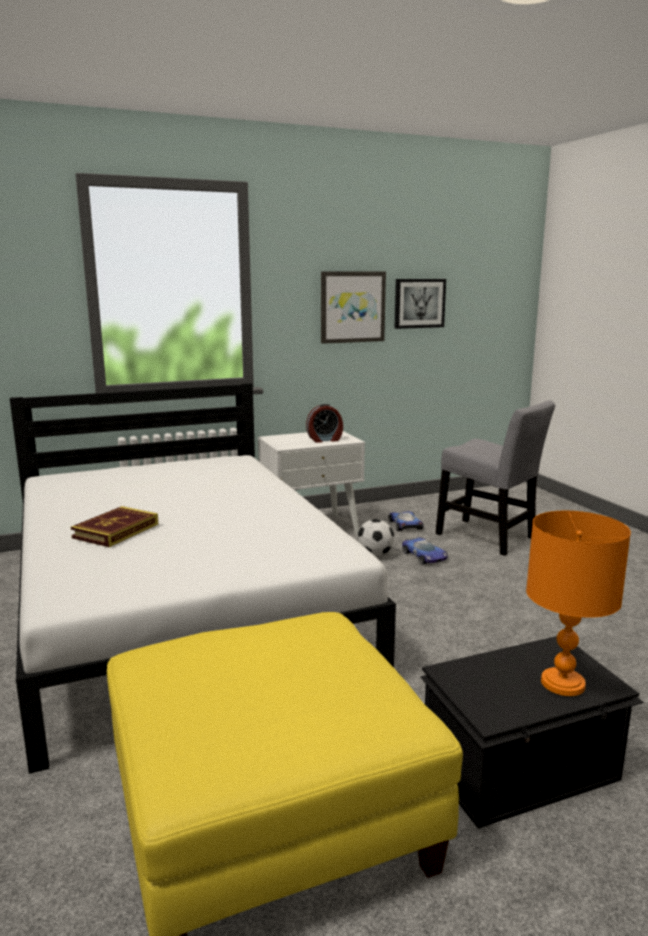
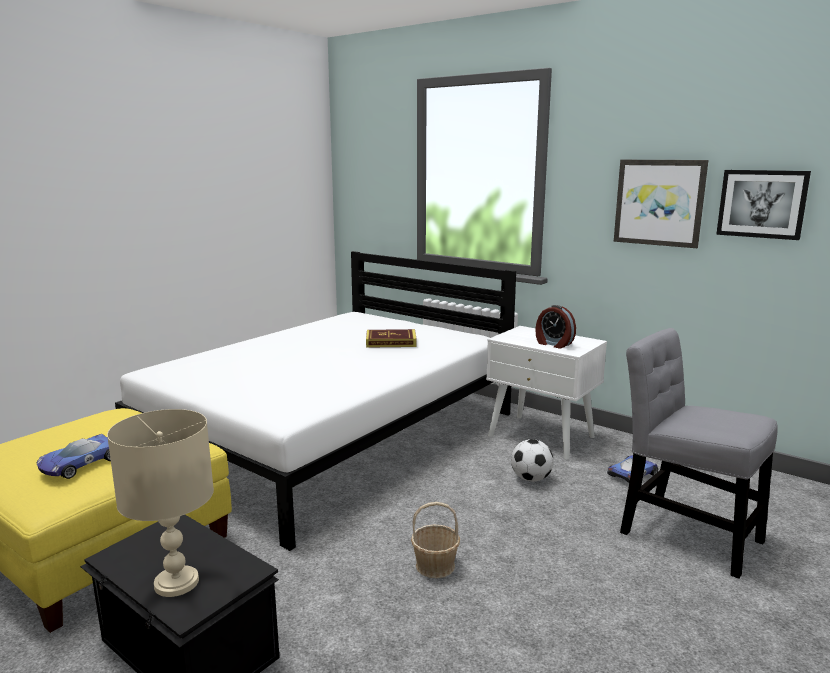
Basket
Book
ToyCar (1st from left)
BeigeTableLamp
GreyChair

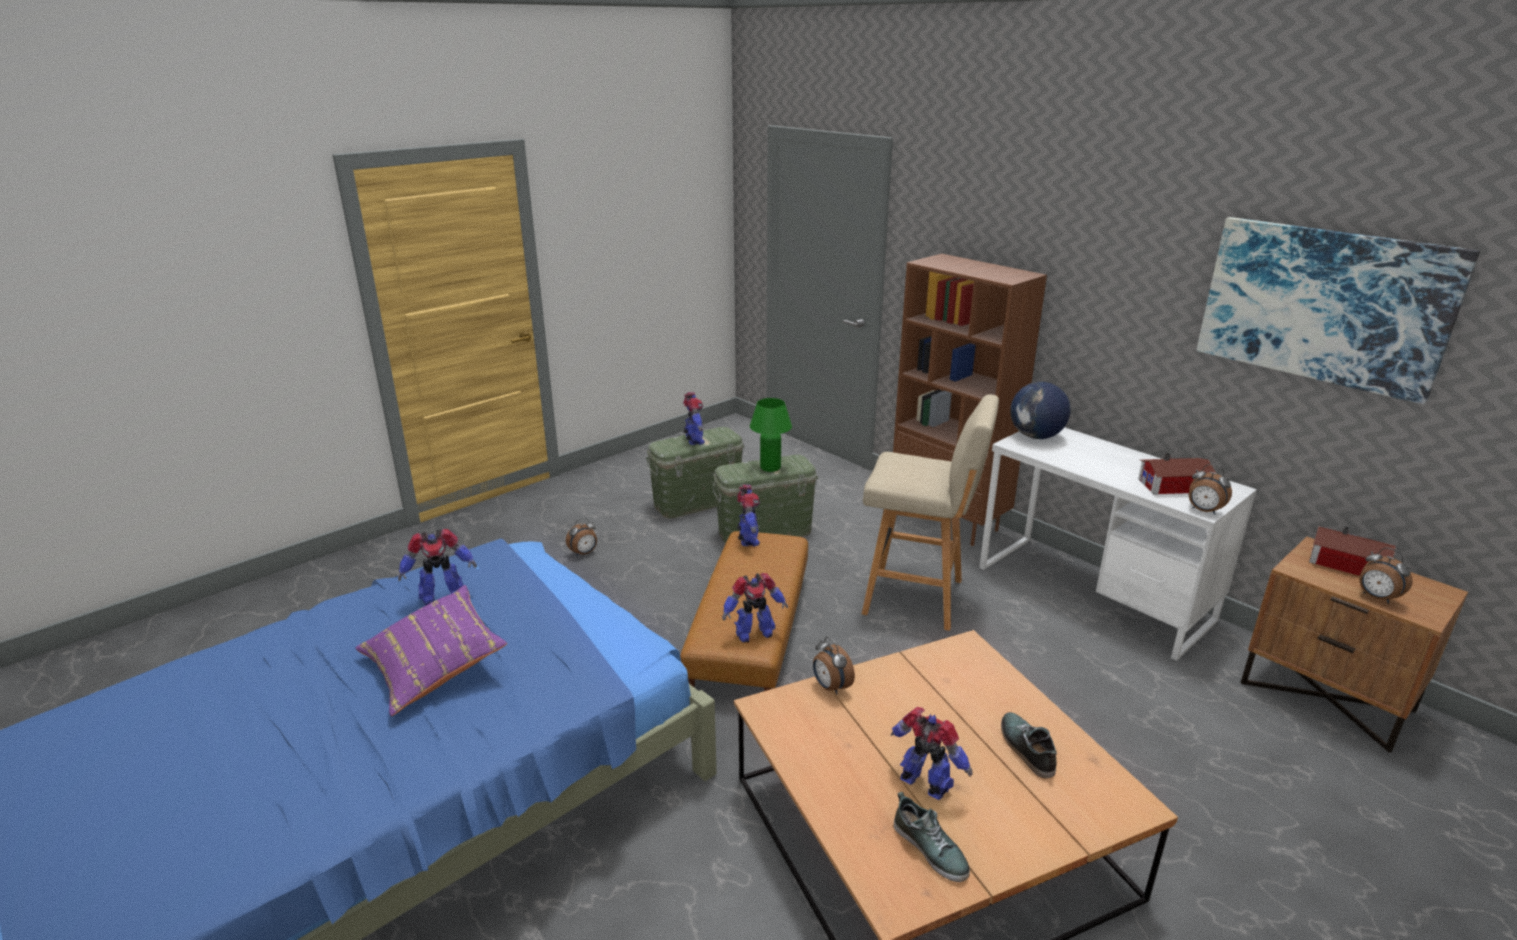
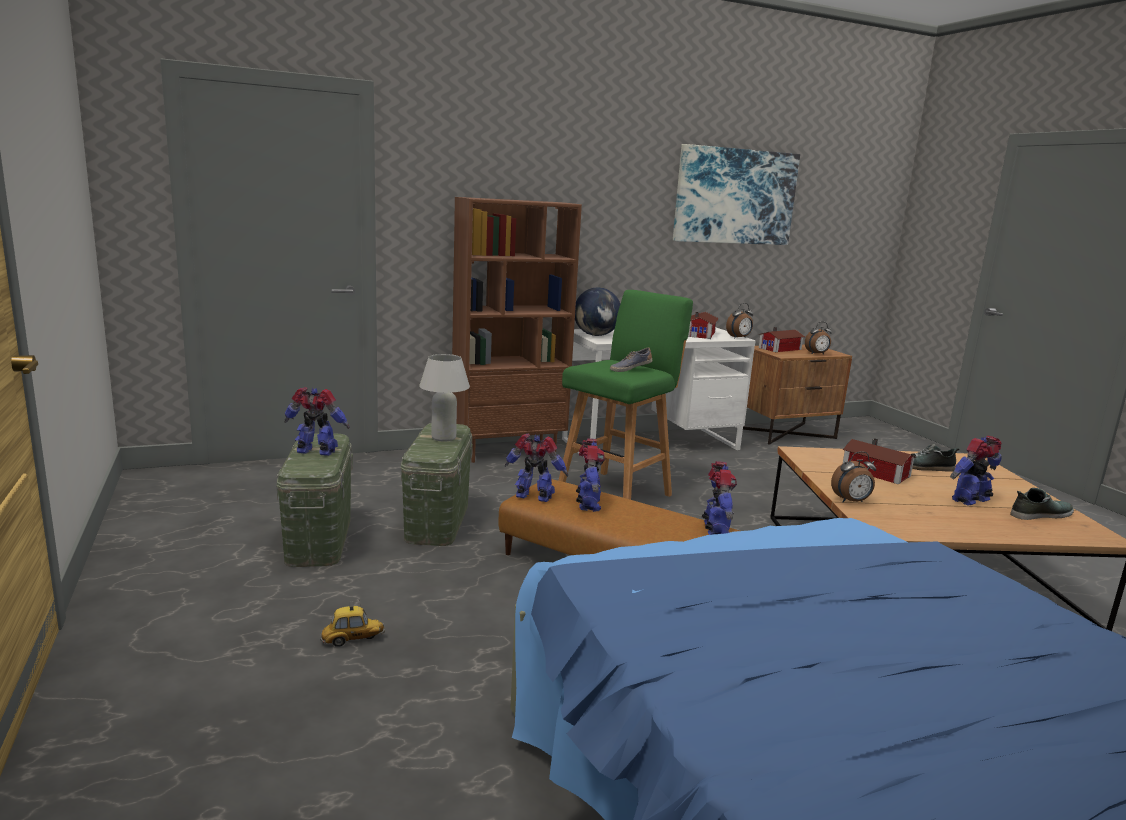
PurplePillow
Shoe (1st from left)
ToyHouse (3rd from left)
ToyRobot (3rd from left)
ToyCar
WhiteTableLamp
GreenStool

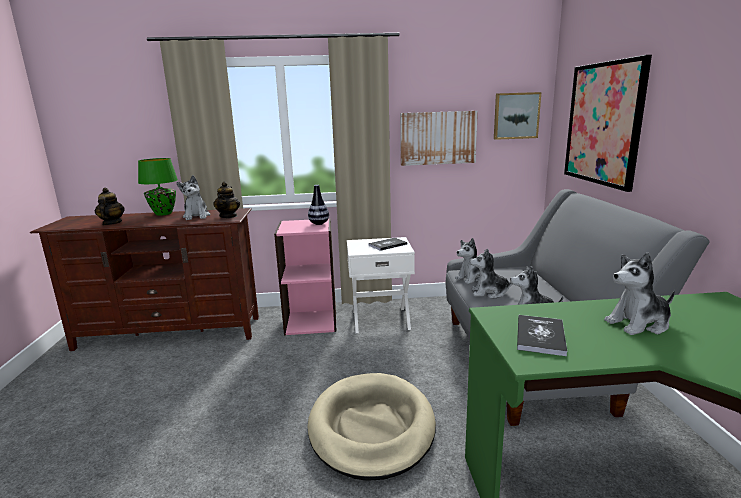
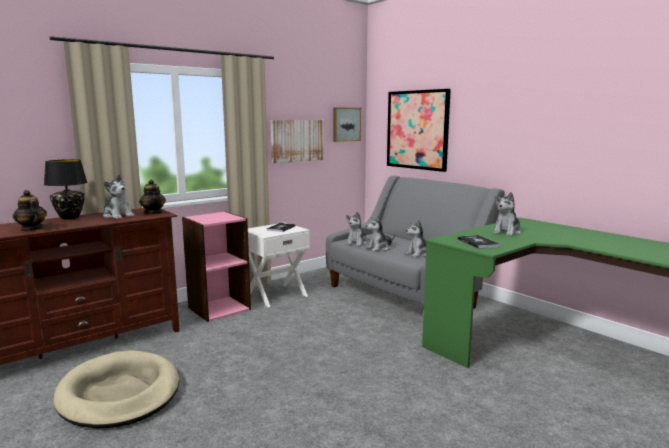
Vase
BeigeDogBed
BlackTableLamp

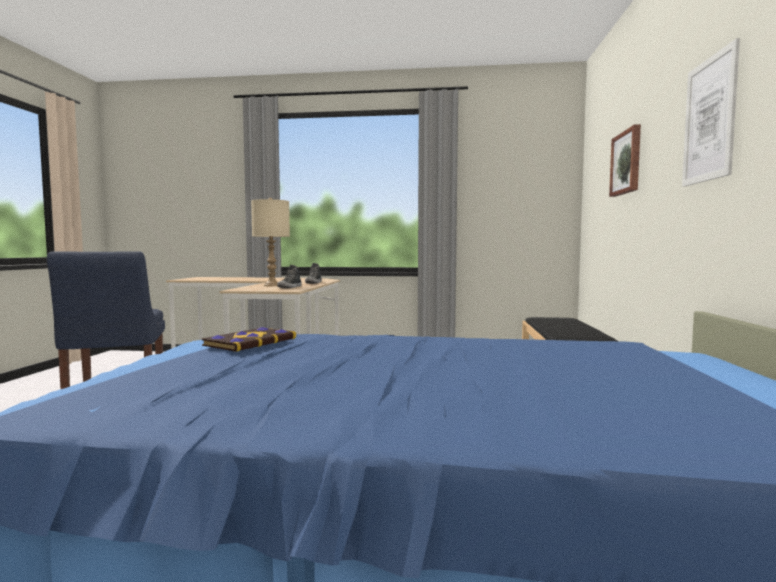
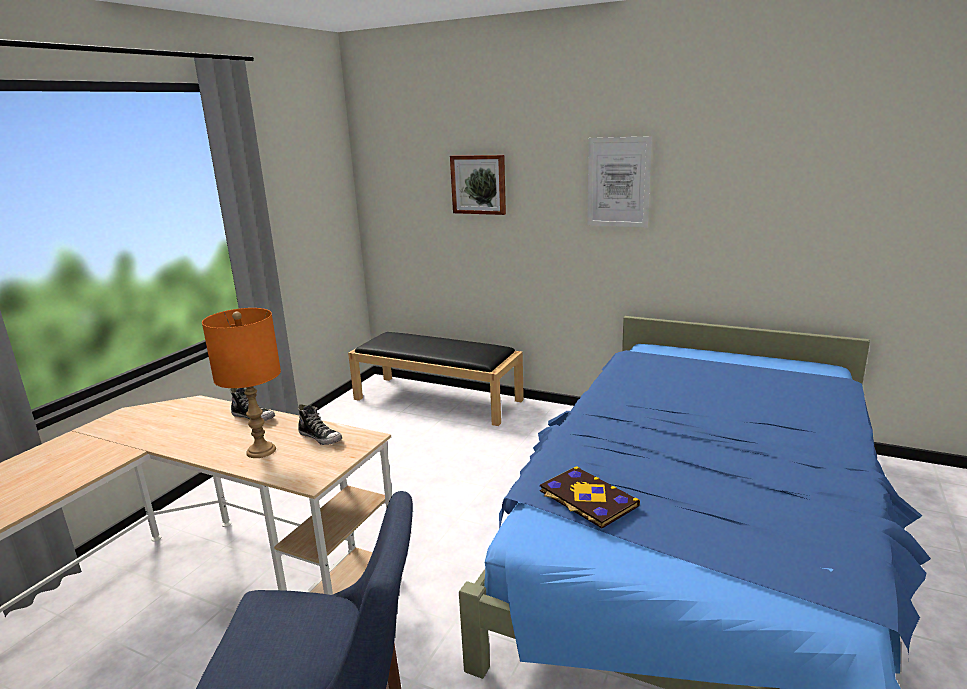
OrangeTableLamp

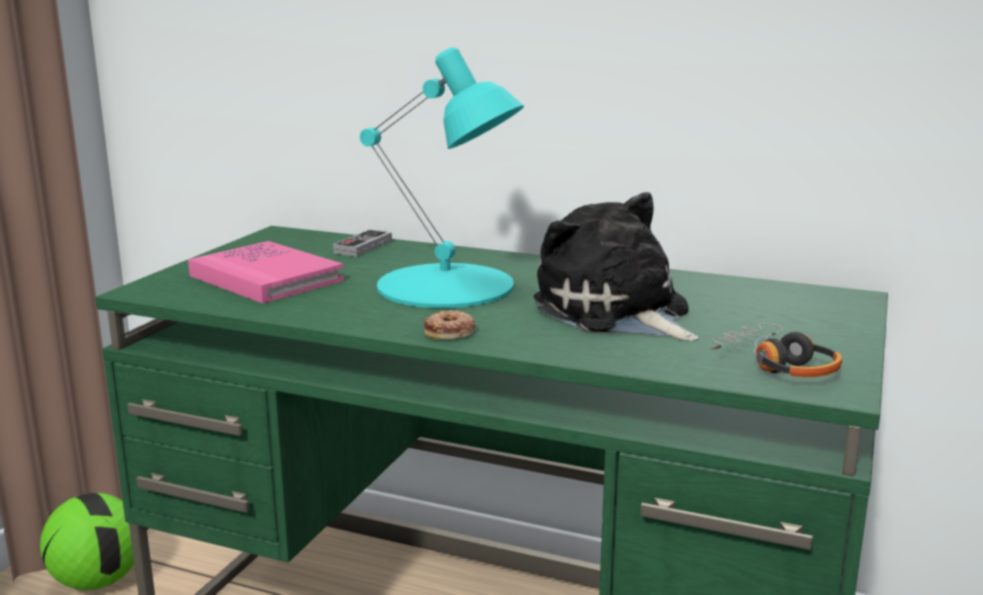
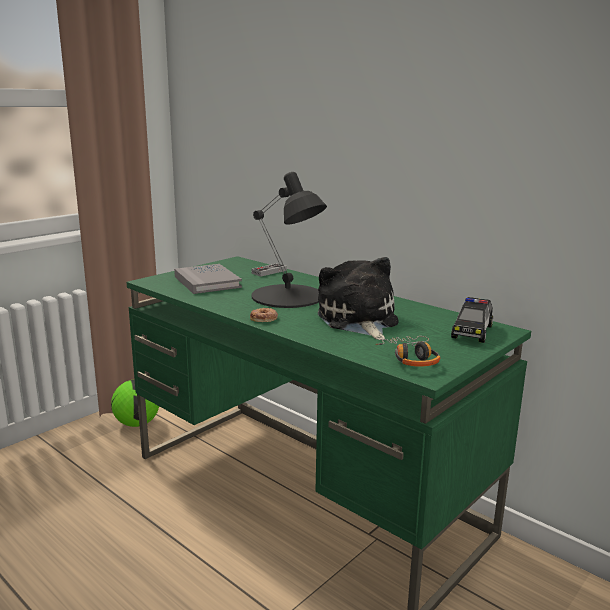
ToyCar
GreyBook
BlackTableLamp

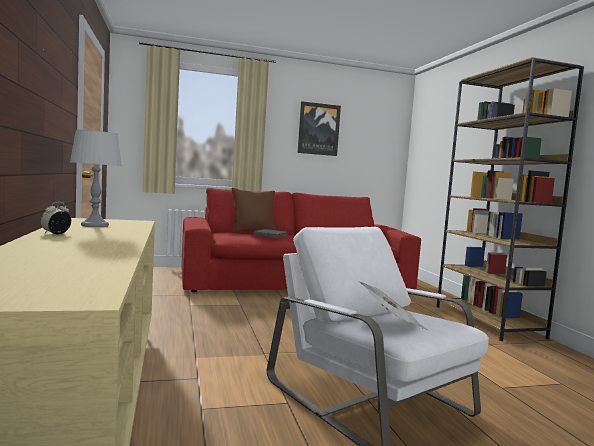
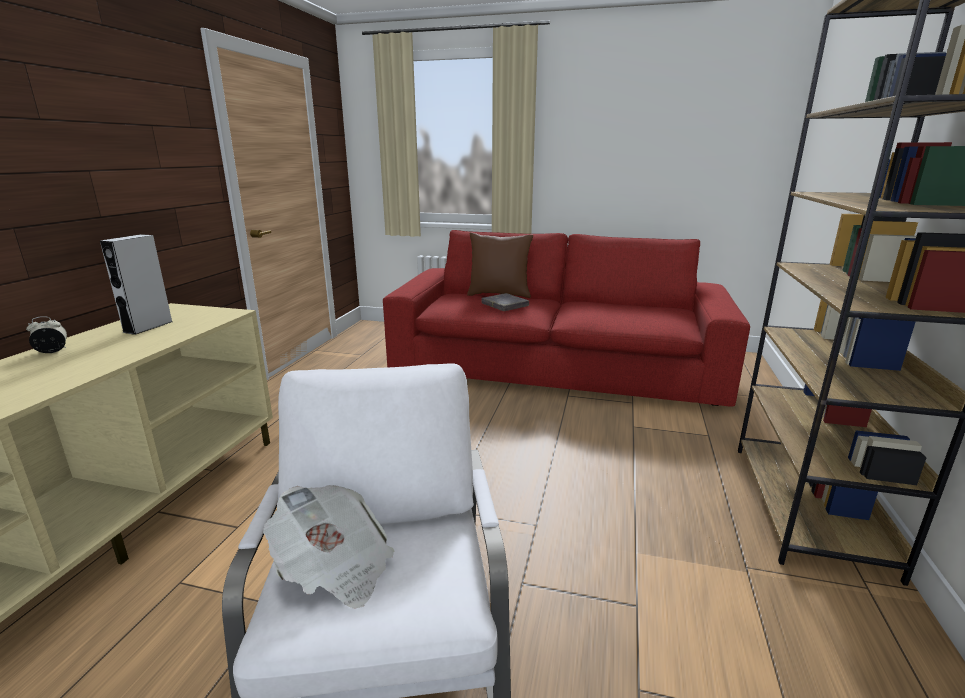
Picture
GreySpeaker

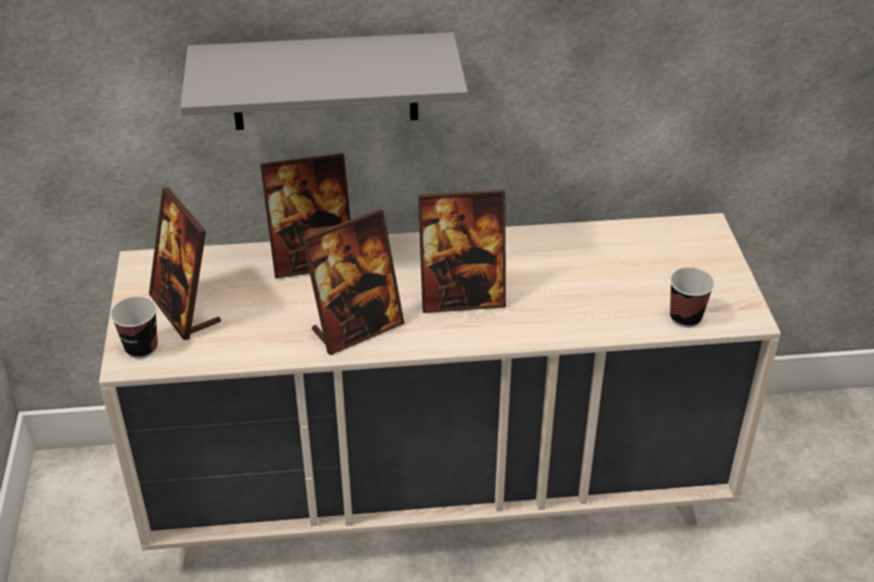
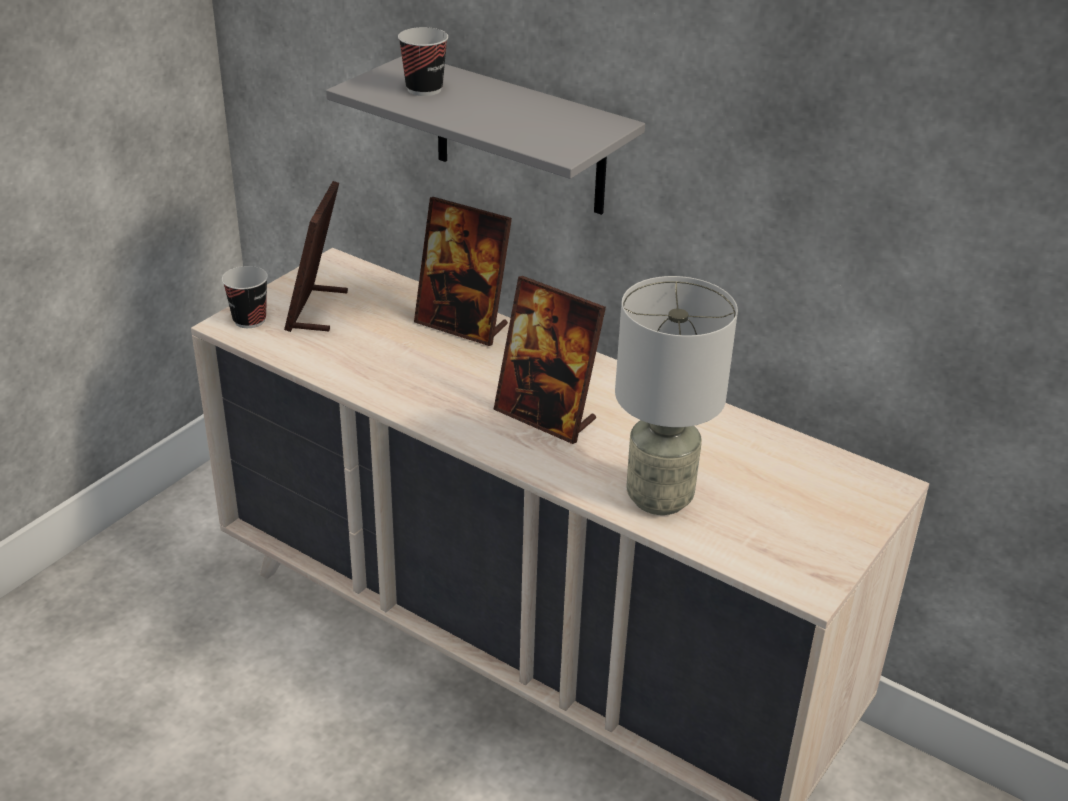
PictureFrame (3rd from left in the first image)
GreyTableLamp
Cup (2nd from left)

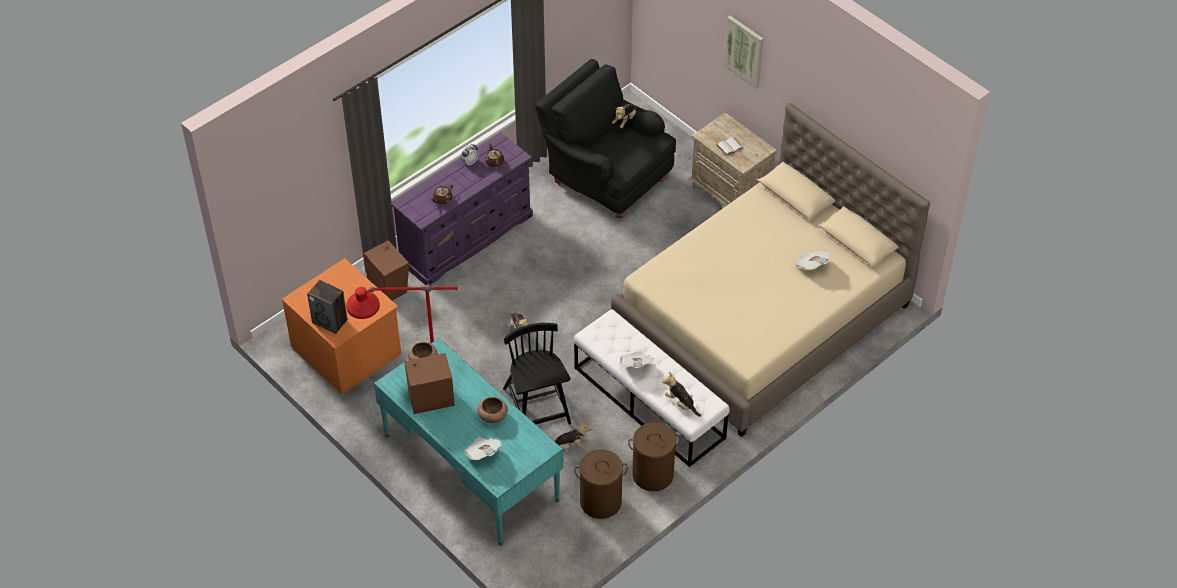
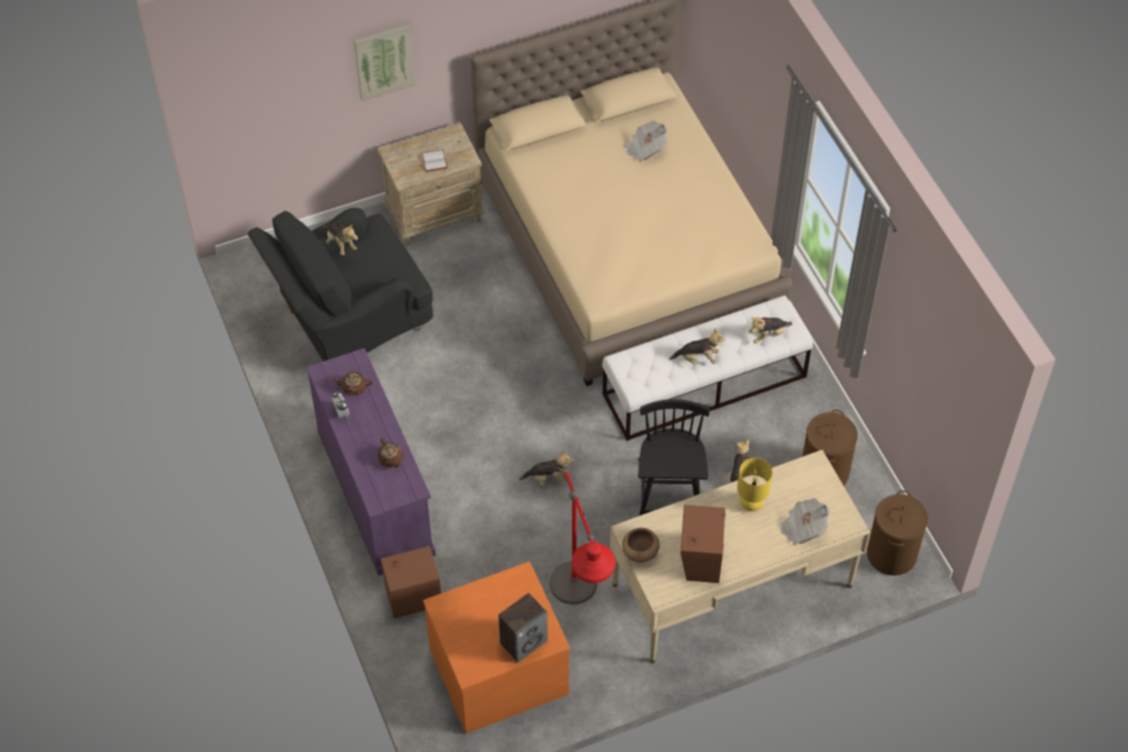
BrownLaundryBasket (2nd from left)
YellowTableLamp
PlushToy (3rd from left)
BeigeDesk
BlackChair

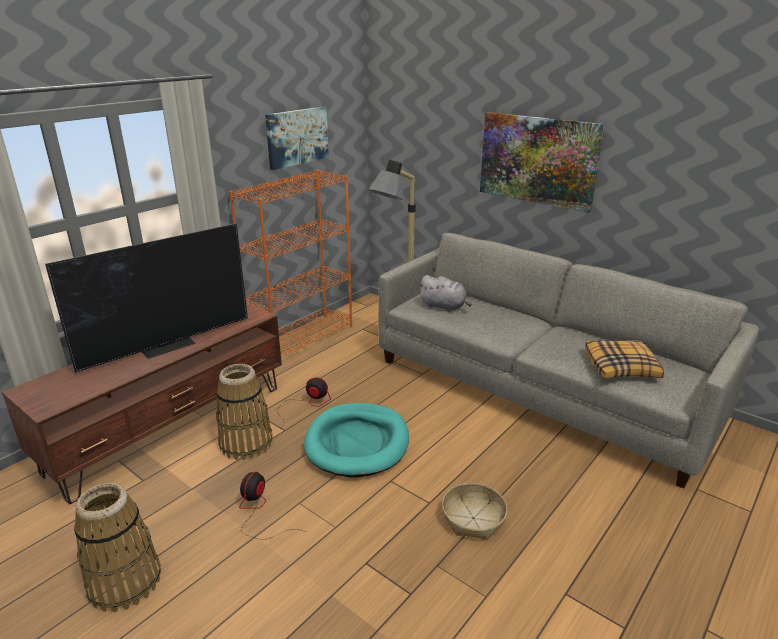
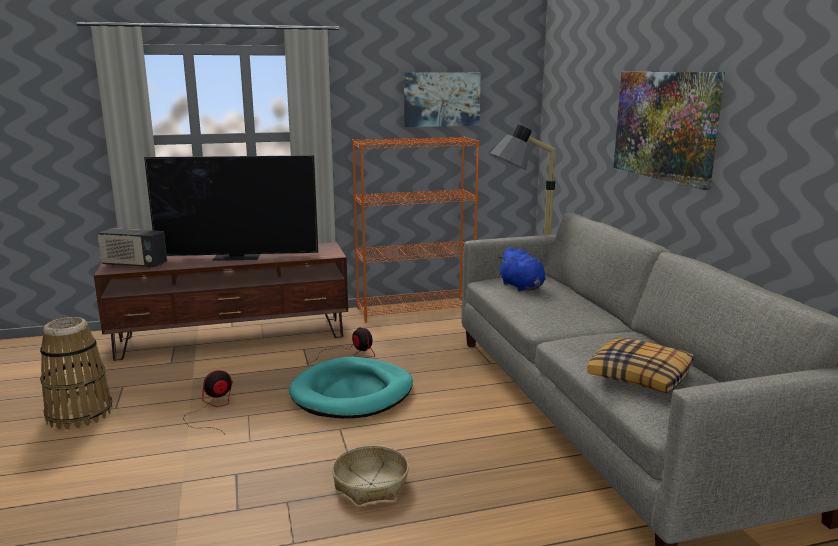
Basket (2nd from left in the first image)
Radio
BluePlushToy

